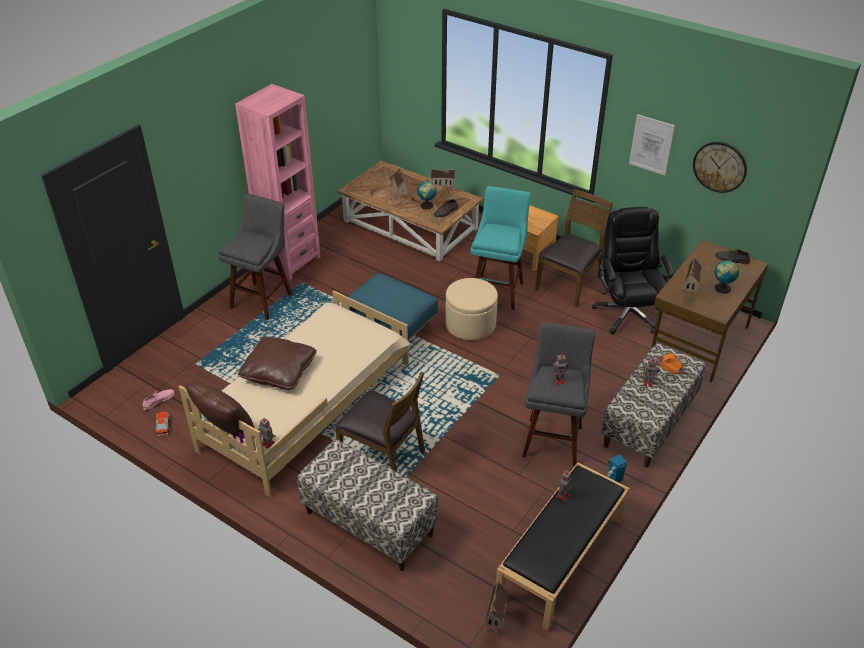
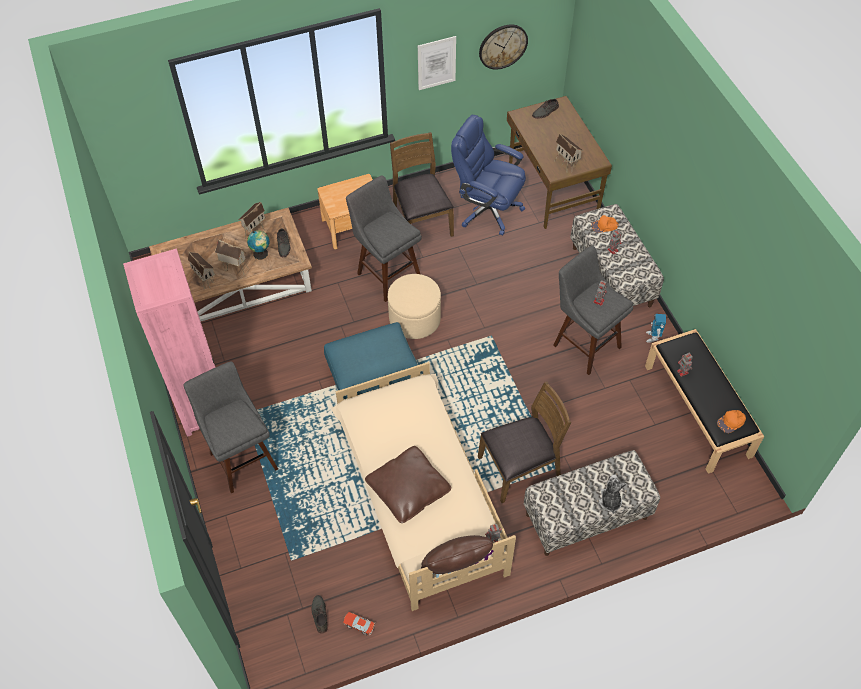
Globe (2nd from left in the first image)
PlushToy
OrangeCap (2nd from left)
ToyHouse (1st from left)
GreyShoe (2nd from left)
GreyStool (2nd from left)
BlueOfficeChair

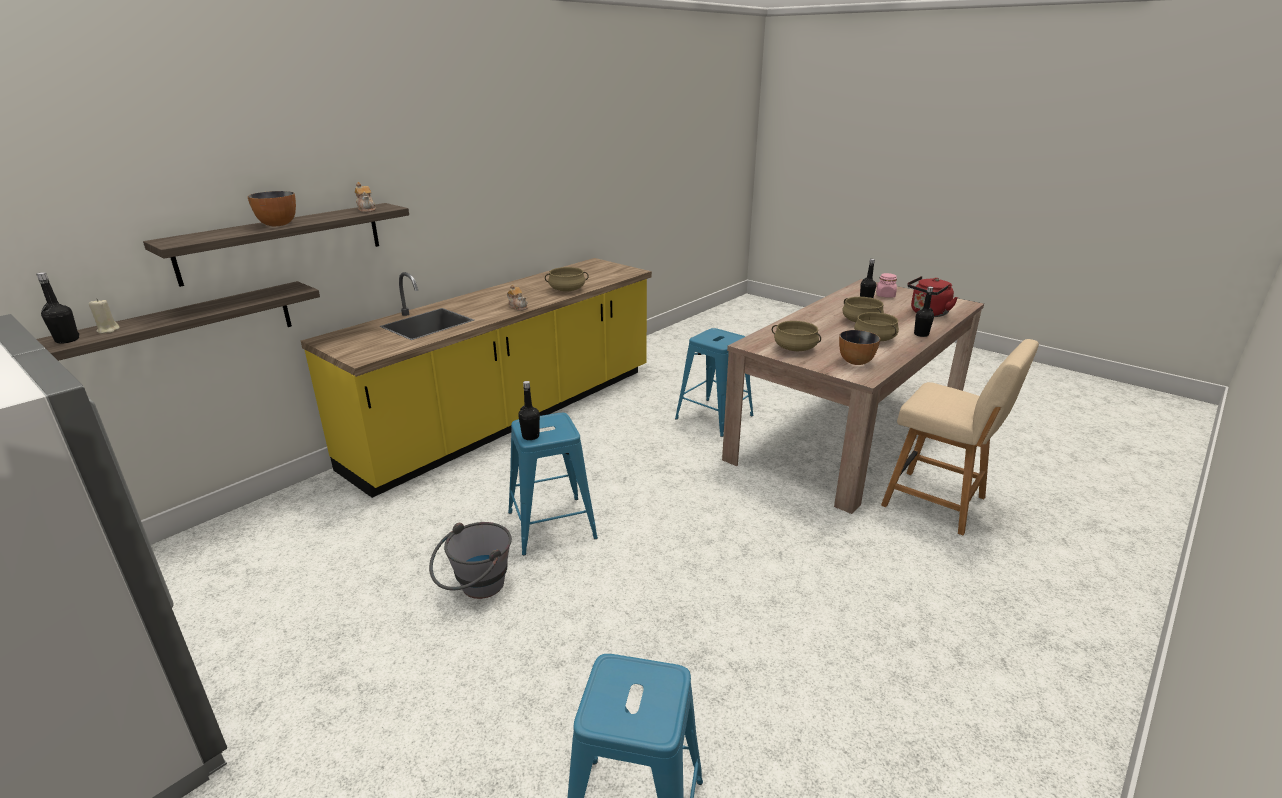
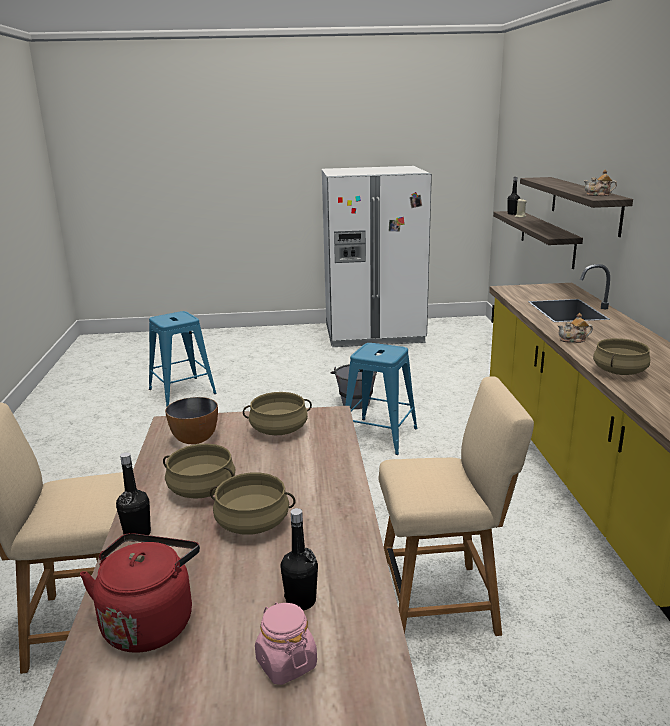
Bowl (1st from left in the first image)
BlackBottle (2nd from left in the first image)
BeigeChair (2nd from left)

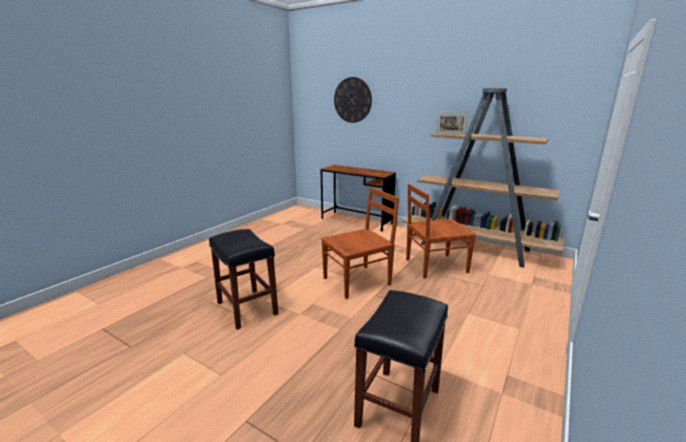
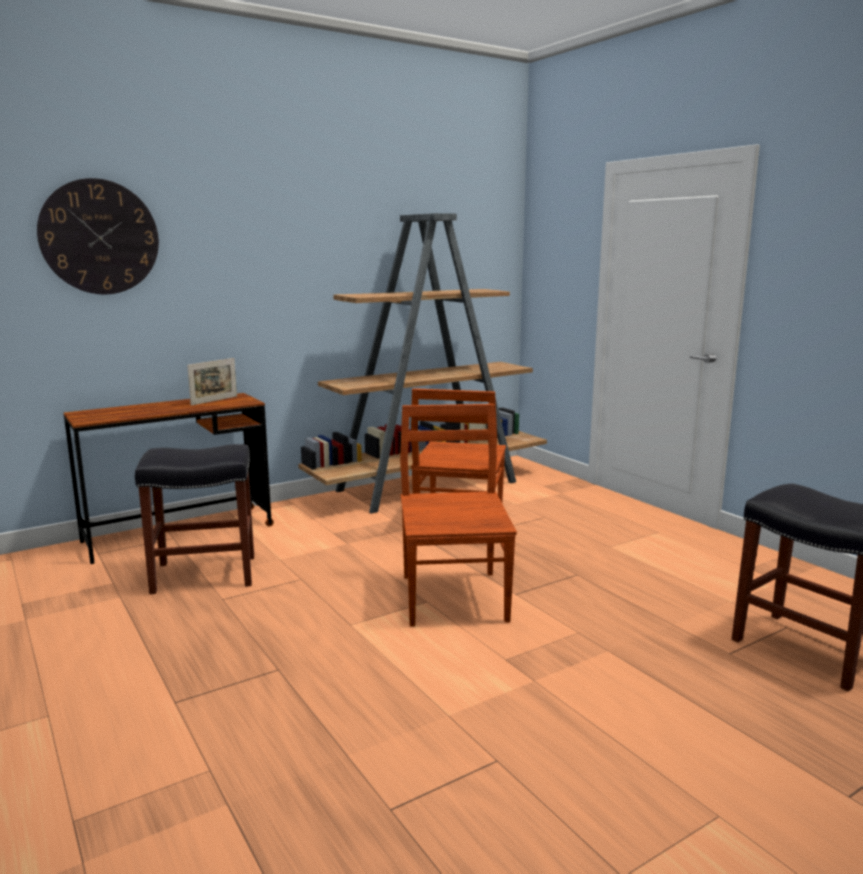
BlackStool (1st from left)
PictureFrame

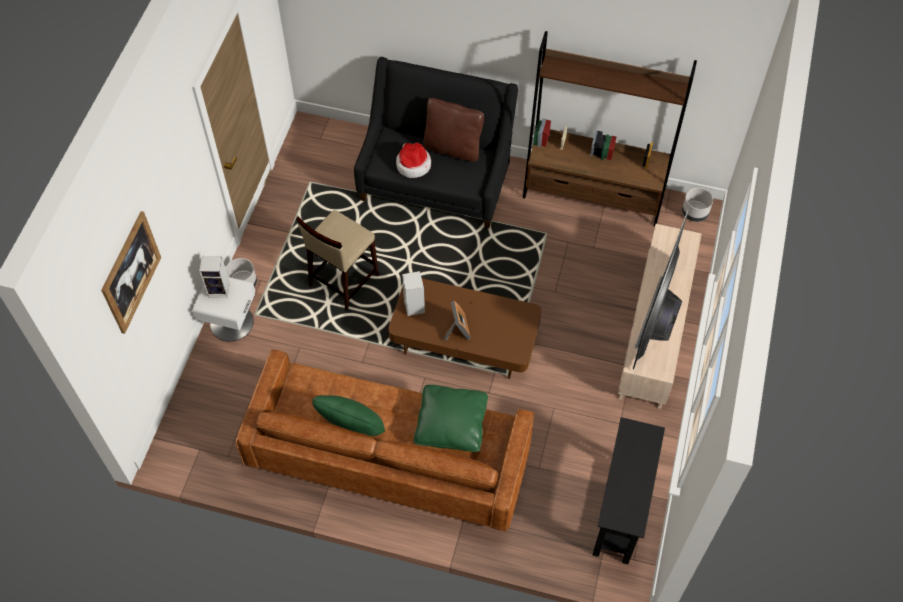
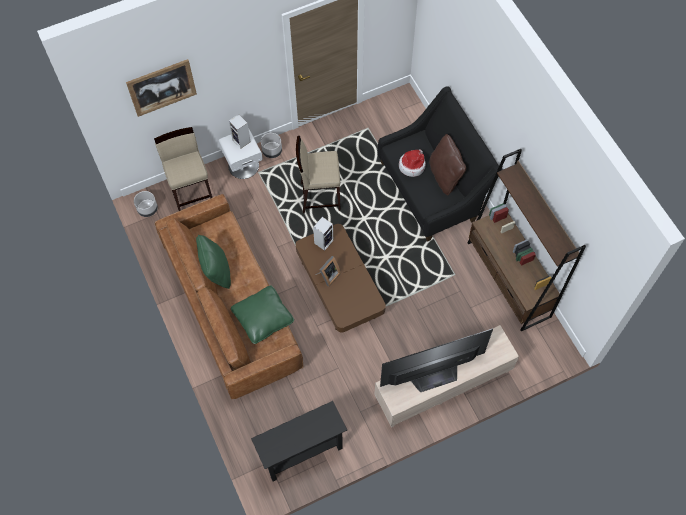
BeigeStool (1st from left)
GreyPlanter (1st from left)

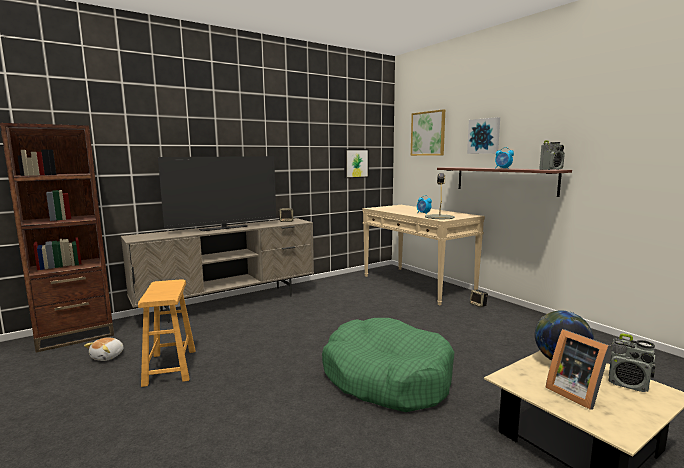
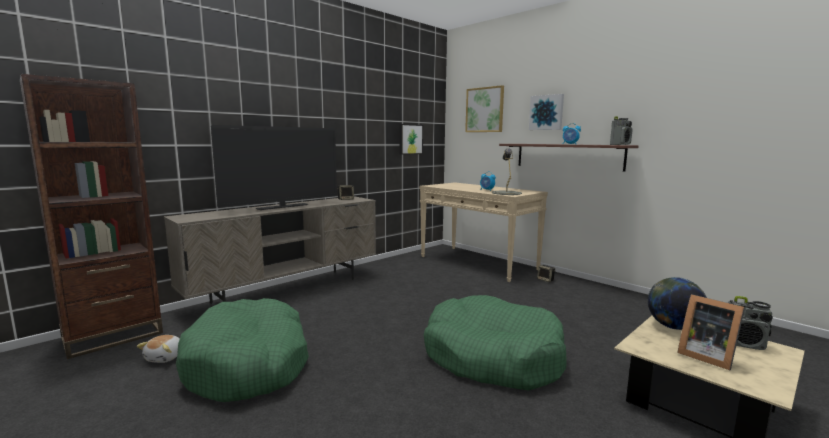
GreenDogBed (1st from left)

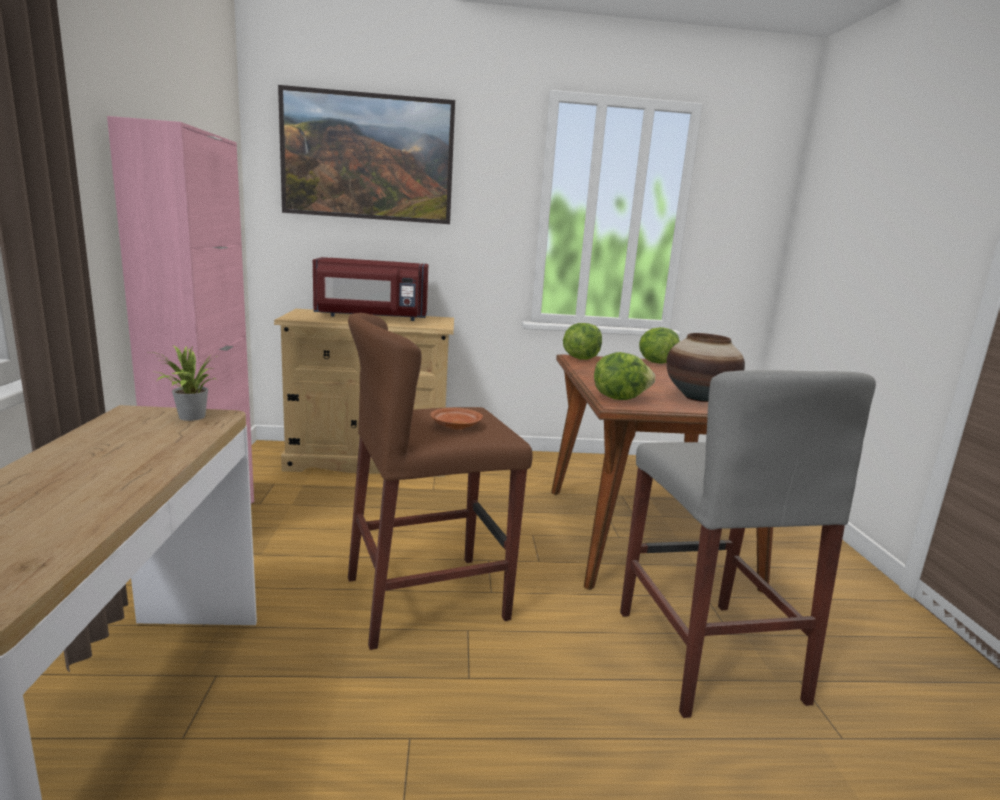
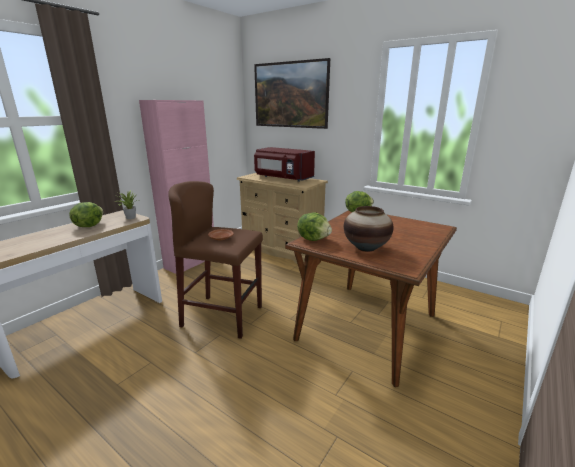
GreyStool
Lettuce (1st from left)

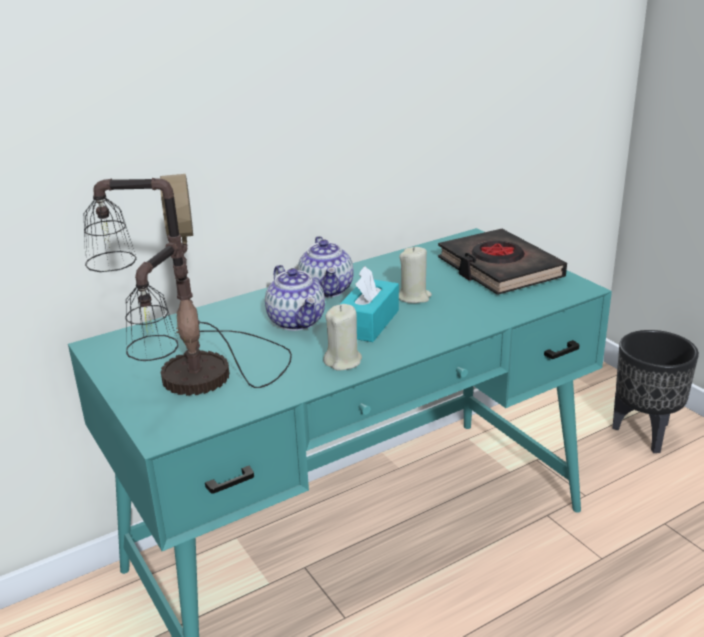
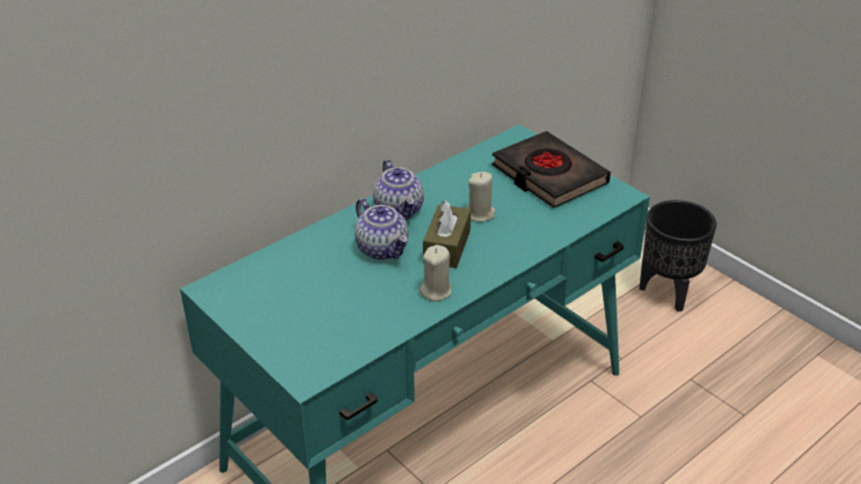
TableLamp
BrownTissueBox

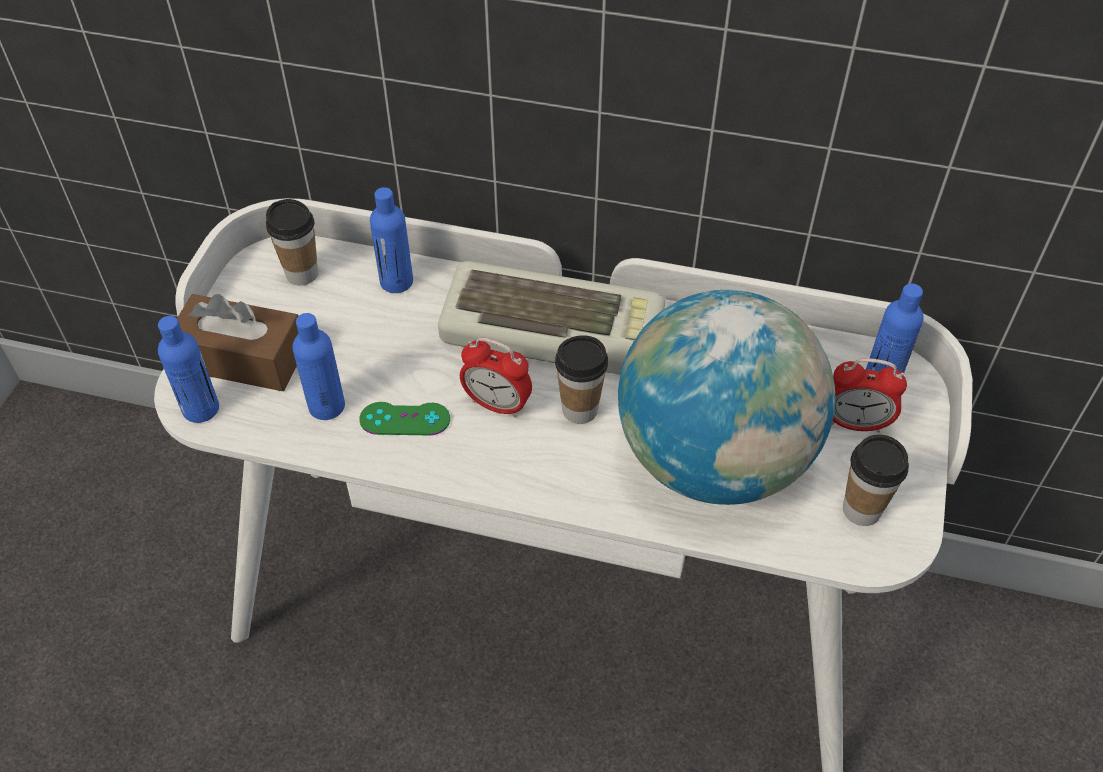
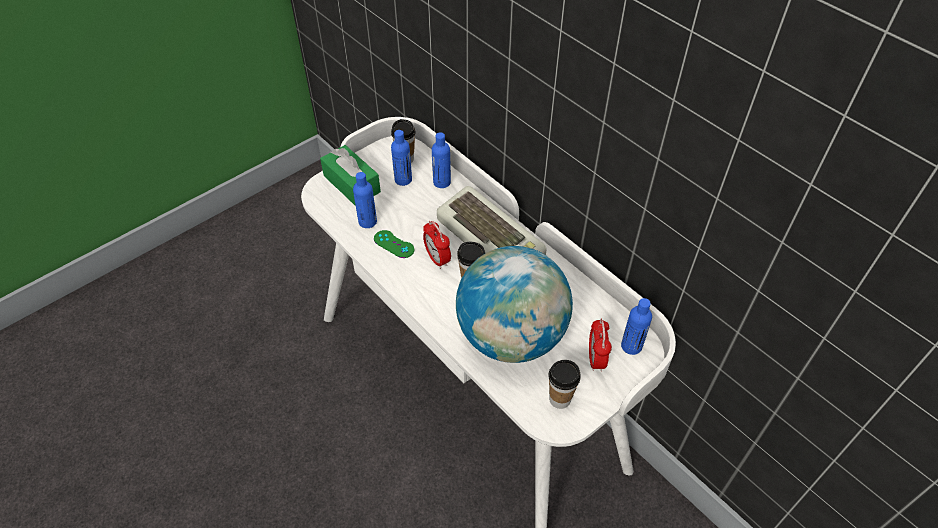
BlueBottle (2nd from left)
GreenTissueBox
AlarmClock (2nd from left)

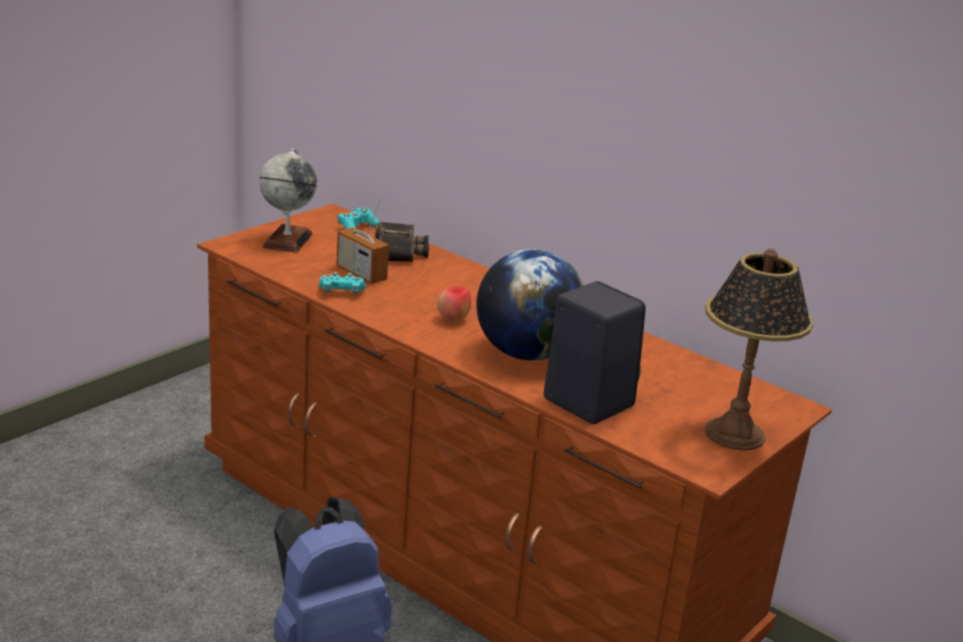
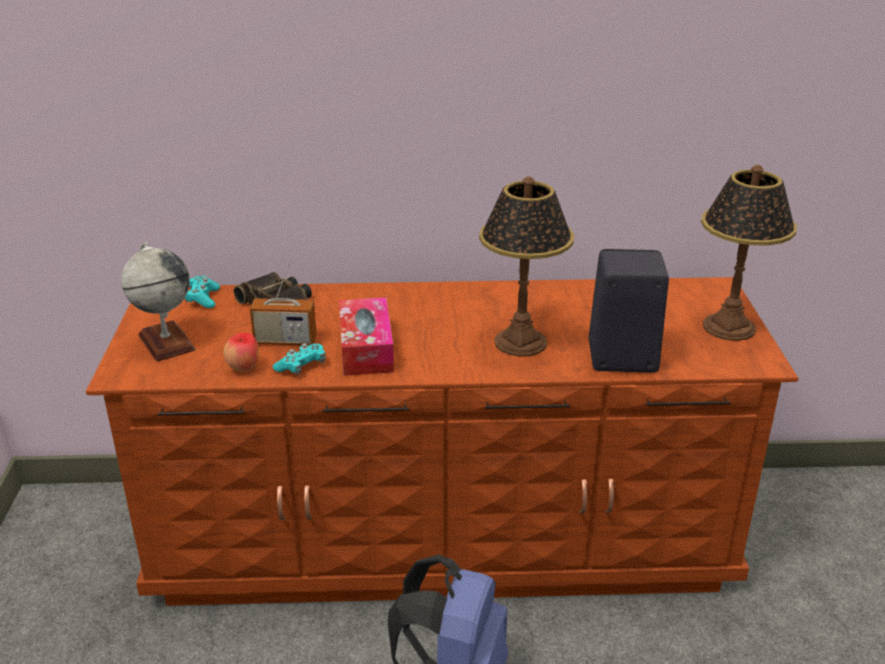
TissueBox
Apple
TableLamp (1st from left)

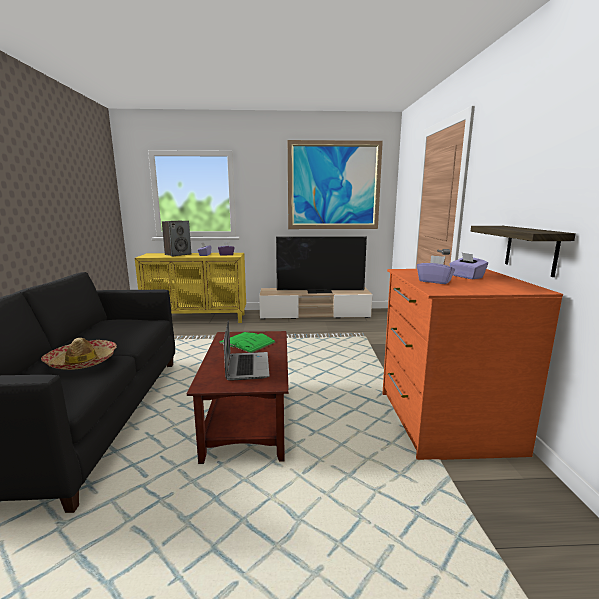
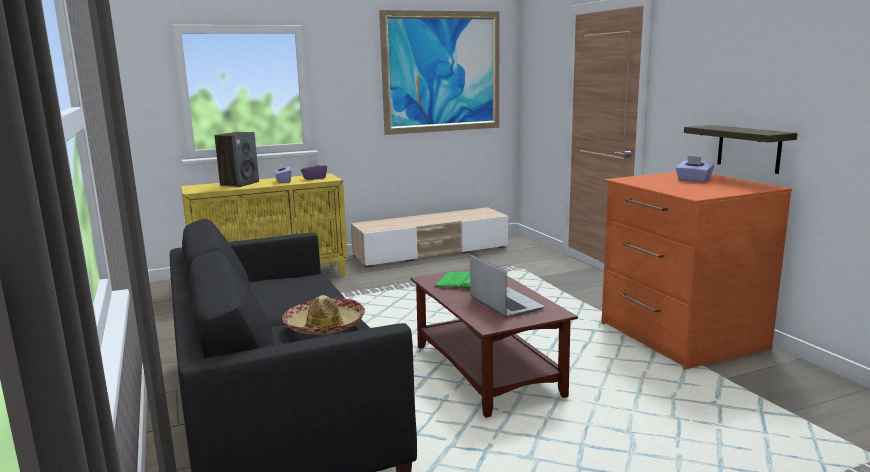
Television
PurpleTissueBox (3rd from left in the first image)

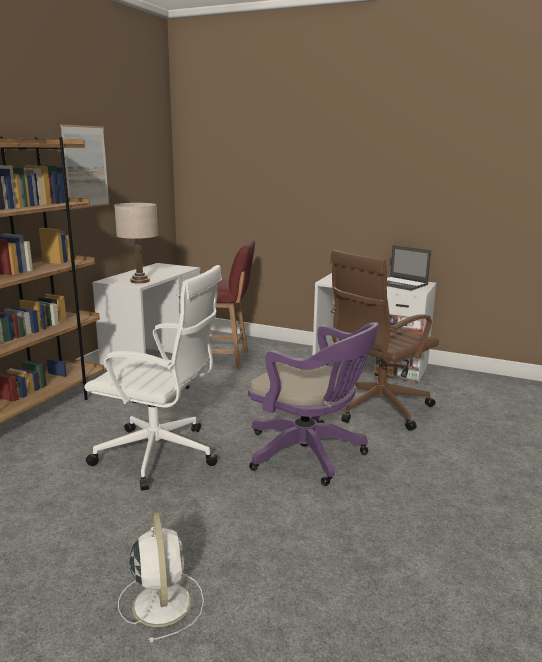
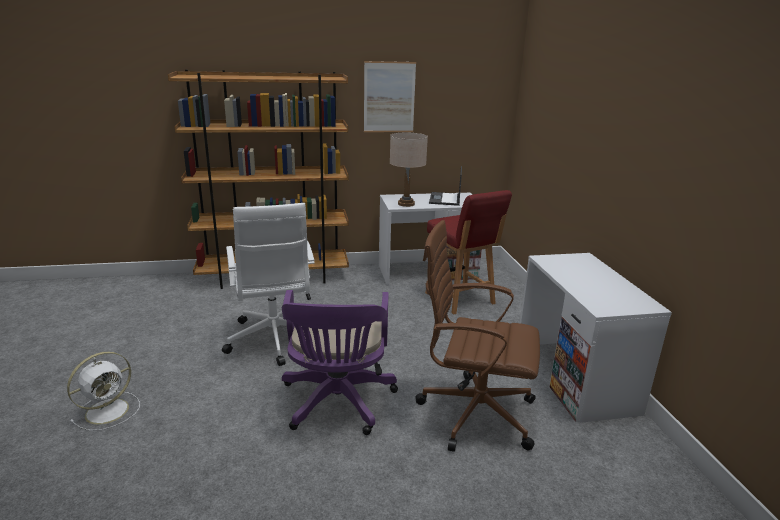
Laptop

